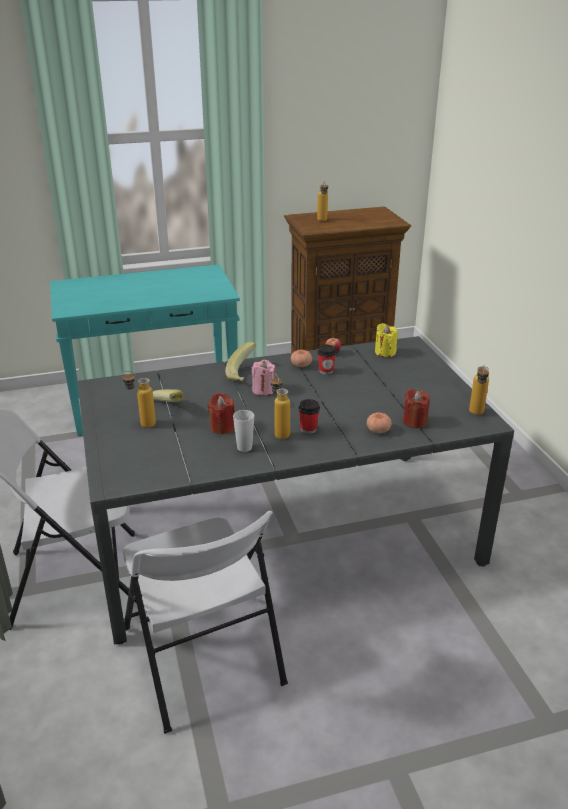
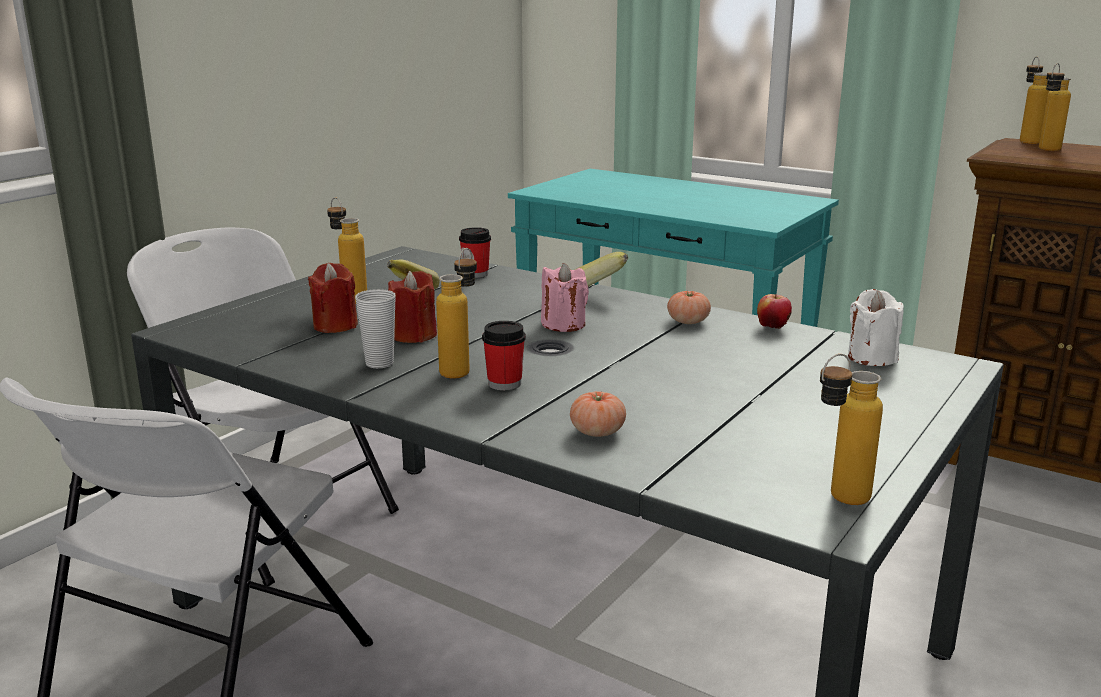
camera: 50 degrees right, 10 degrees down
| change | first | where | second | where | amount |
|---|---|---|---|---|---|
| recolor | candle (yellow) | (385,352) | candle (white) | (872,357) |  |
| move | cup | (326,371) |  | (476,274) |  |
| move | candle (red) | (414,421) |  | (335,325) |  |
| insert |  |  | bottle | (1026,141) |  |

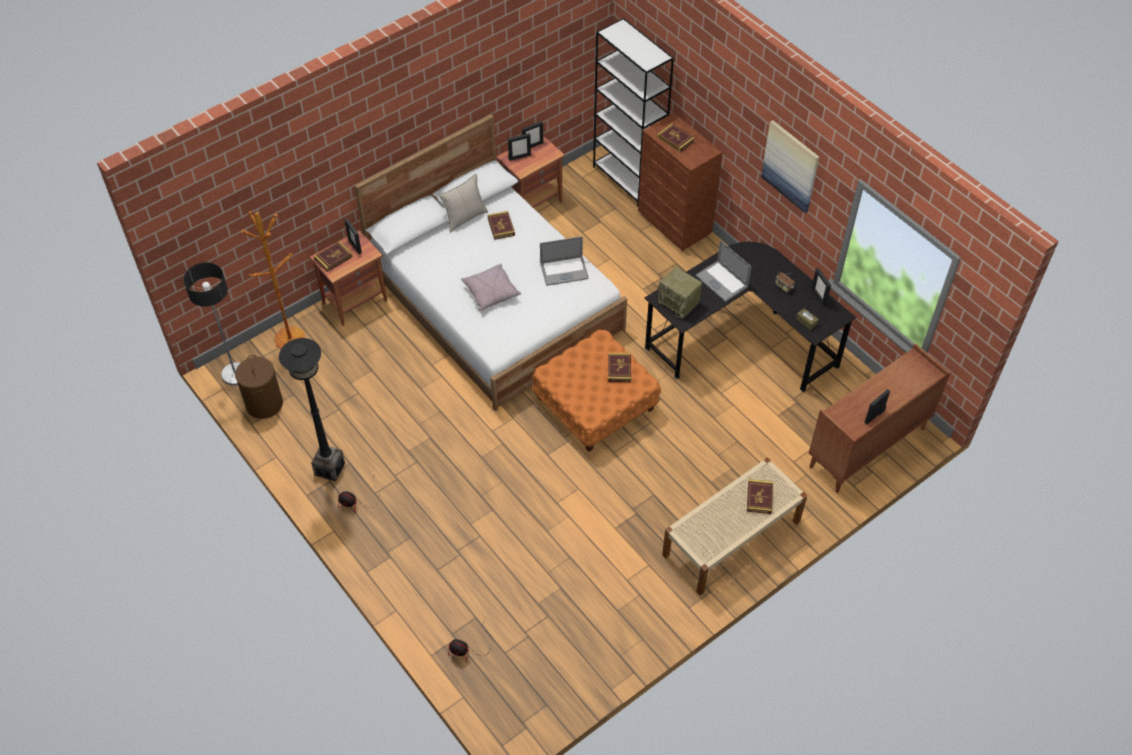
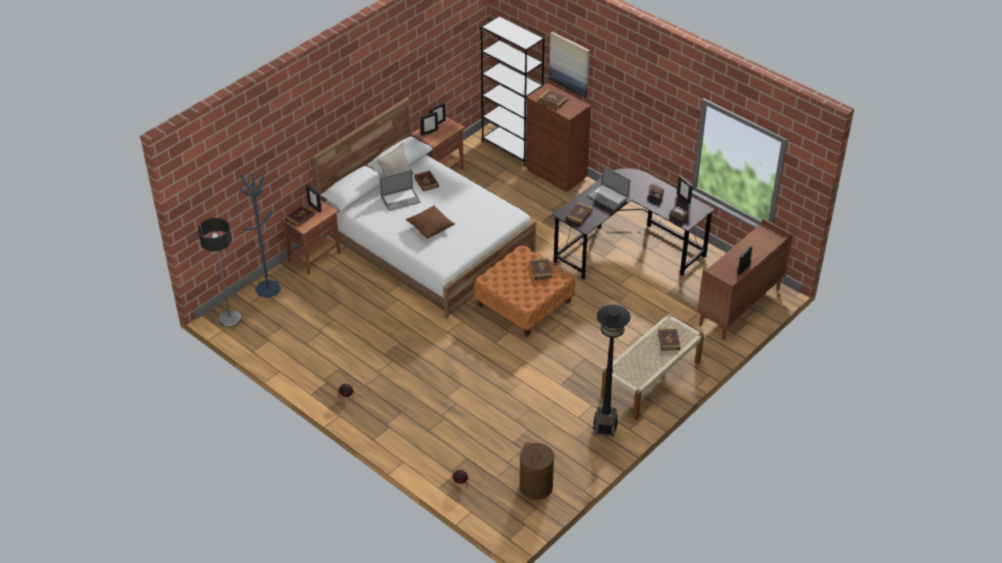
camera: 10 degrees left, 10 degrees down
| change | first | where | second | where | amount |
|---|---|---|---|---|---|
| move | picture | (790,166) |  | (570,64) |  |
| recolor | clothes rack (orange) | (290,338) | clothes rack (blue) | (268,288) |  |
| move | laptop | (564,271) |  | (400,199) |  |
| recolor | pillow (purple) | (490,292) | pillow (brown) | (430,227) |  |
| replace | radio | (679,302) | book | (579,215) |  |
| move | floor lamp (black) | (330,469) |  | (605,428) |  |
| move | laundry basket (brown) | (264,404) |  | (536,487) |  |

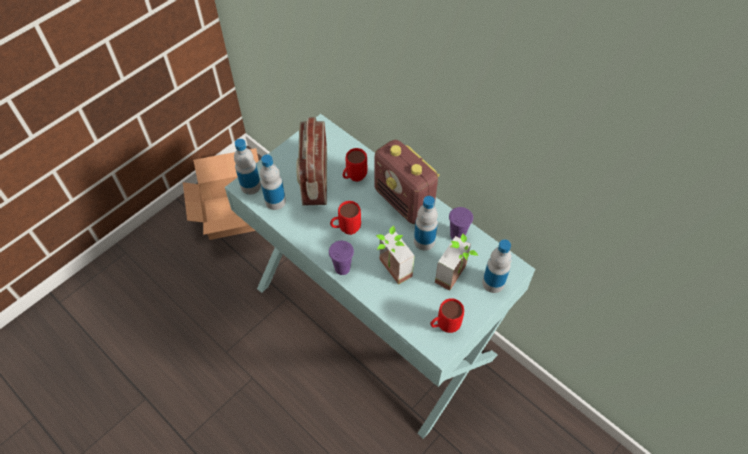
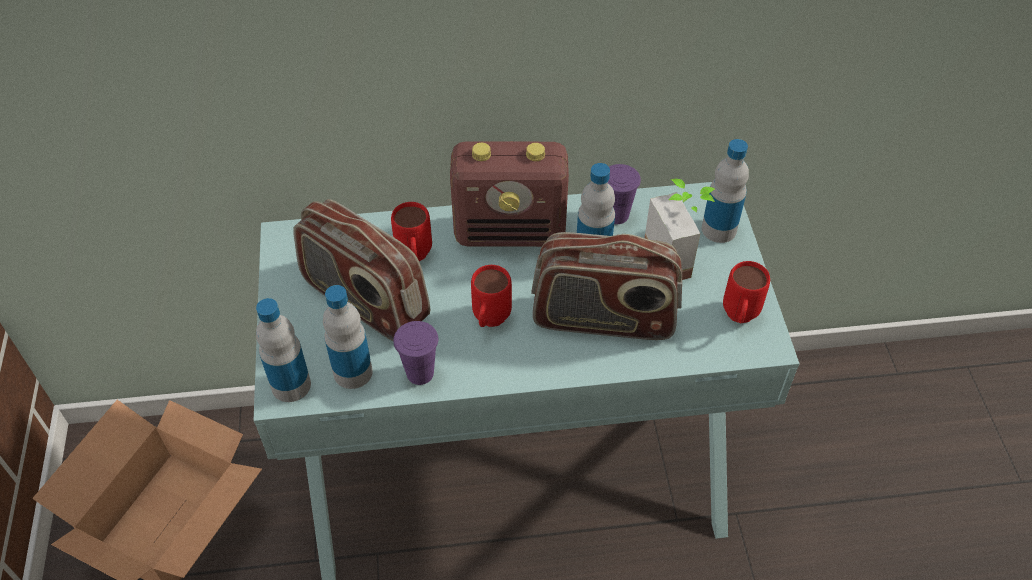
camera: 50 degrees left, 5 degrees down
| change | first | where | second | where | amount |
|---|---|---|---|---|---|
| replace | potted plant | (389,271) | radio | (603,318) |  |
| move | cup (purple) | (342,268) |  | (420,373) |  |

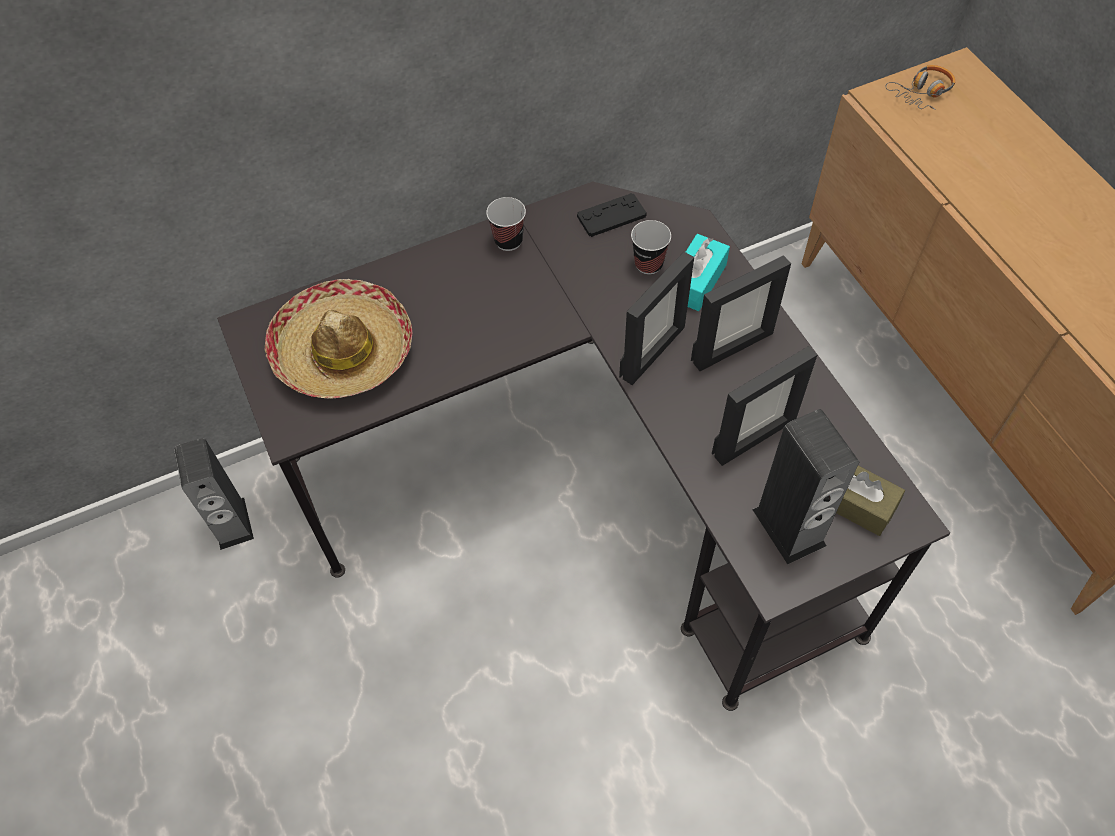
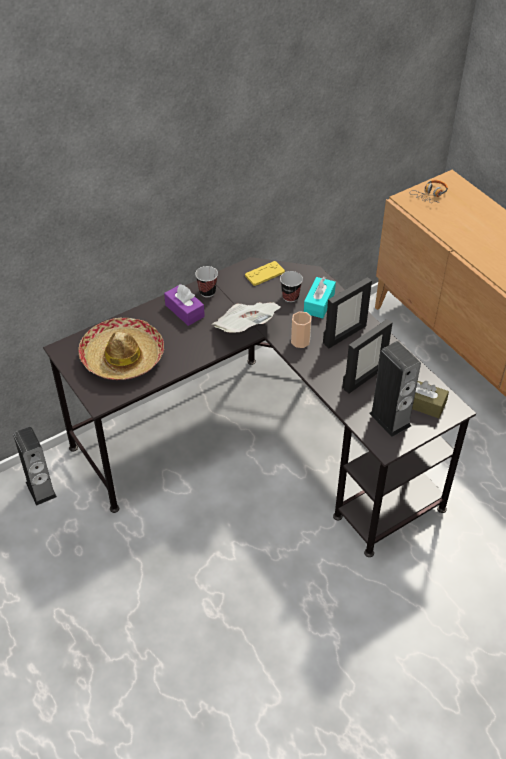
camera: 10 degrees left, 10 degrees down
| change | first | where | second | where | amount |
|---|---|---|---|---|---|
| recolor | game controller (black) | (611,216) | game controller (yellow) | (264,274) |  |
| replace | picture frame | (652,352) | cup | (300,341) |  |
| insert |  |  | tissue box (purple) | (184,311) |  |
| insert |  |  | newspaper | (245,328) |  |

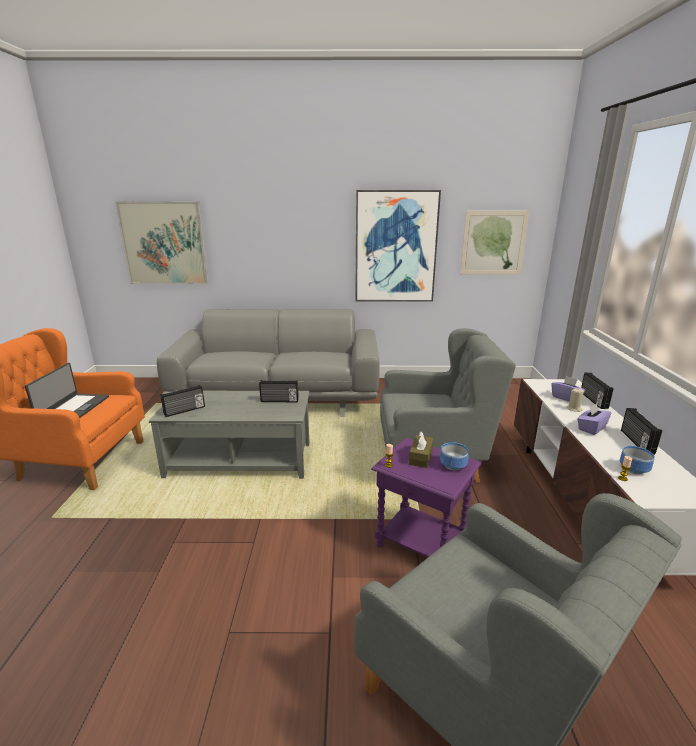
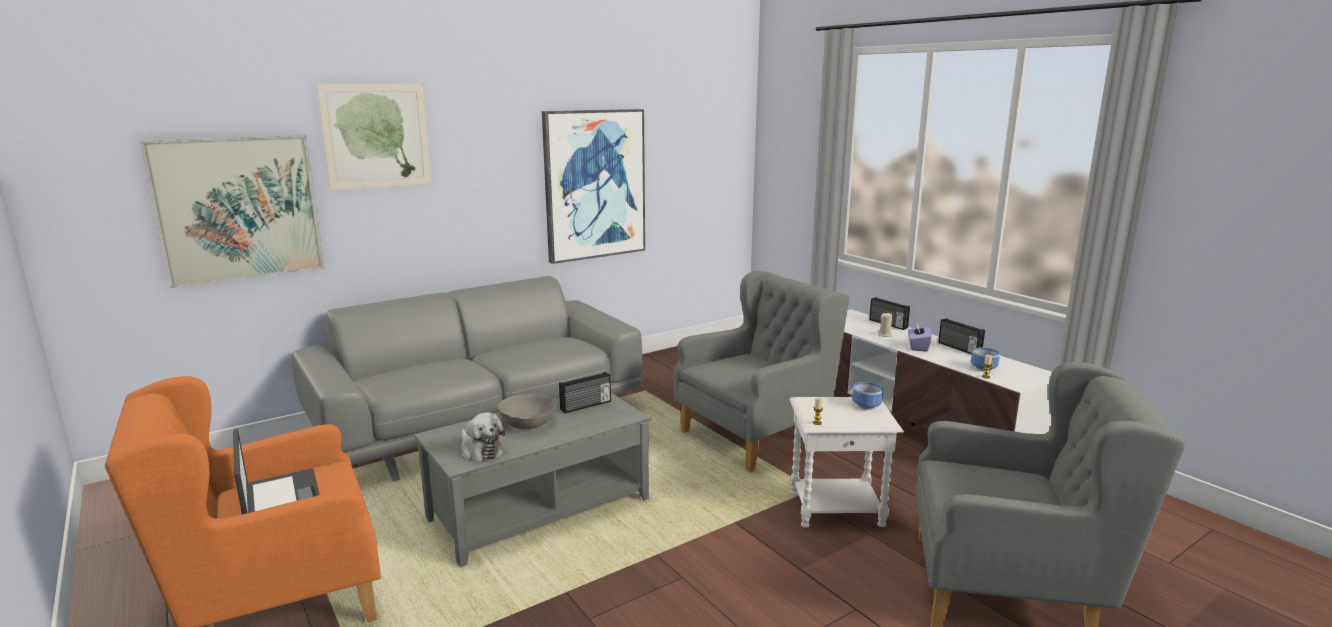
camera: 35 degrees left, 5 degrees down
| change | first | where | second | where | amount |
|---|---|---|---|---|---|
| move | picture | (493,243) |  | (376,136) |  |
| delete | tissue box (purple) | (566,398) |  |  |  |
| replace | radio | (184,410) | plush toy | (480,451) |  |
| delete | tissue box (brown) | (420,457) |  |  |  |
| recolor | side table (purple) | (421,541) | side table (white) | (836,507) |  |
| insert |  |  | bowl (grey) | (528,422) |  |

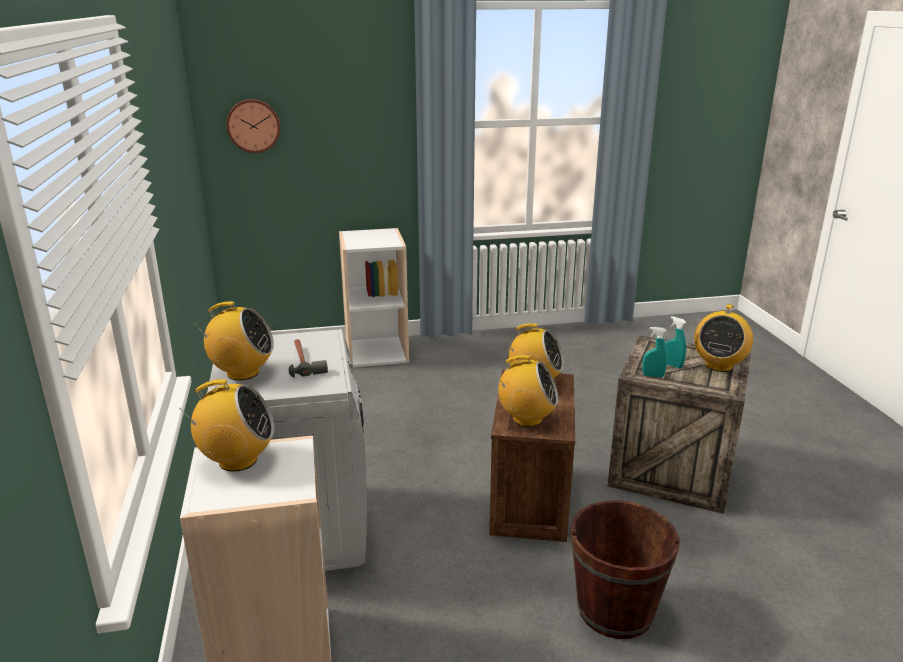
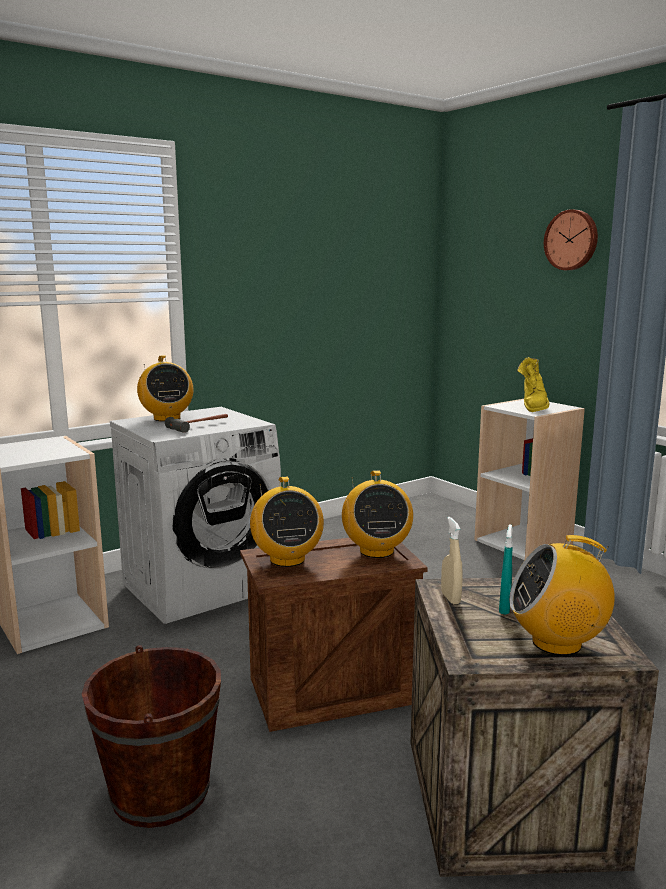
camera: 65 degrees right, 10 degrees down
| change | first | where | second | where | amount |
|---|---|---|---|---|---|
| move | wall clock | (253,125) |  | (572,240) |  |
| recolor | spray bottle (turquoise) | (653,376) | spray bottle (beige) | (450,598) |  |
| delete | radio | (237,460) |  |  |  |
| insert |  |  | boot (yellow) | (533,407) |  |

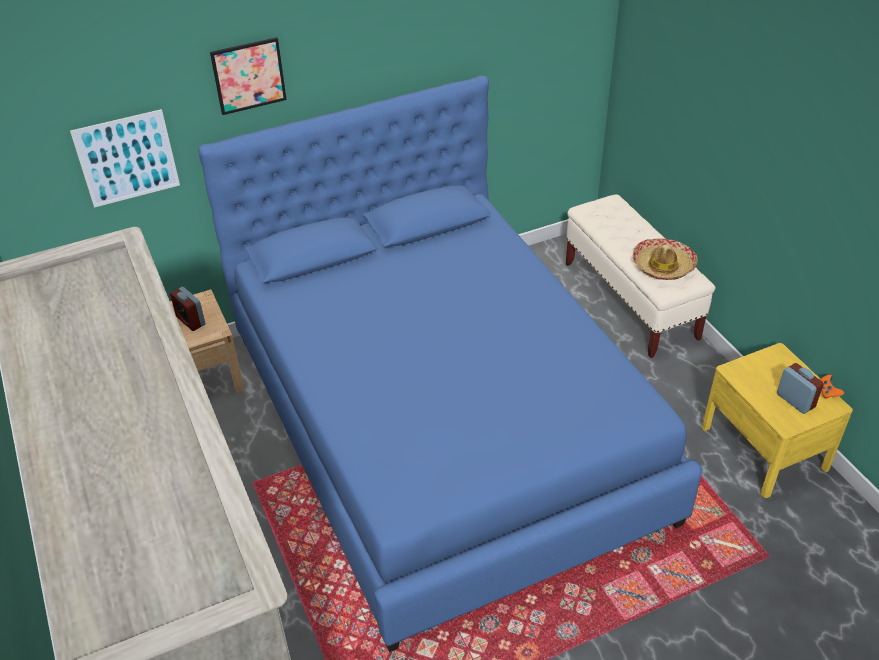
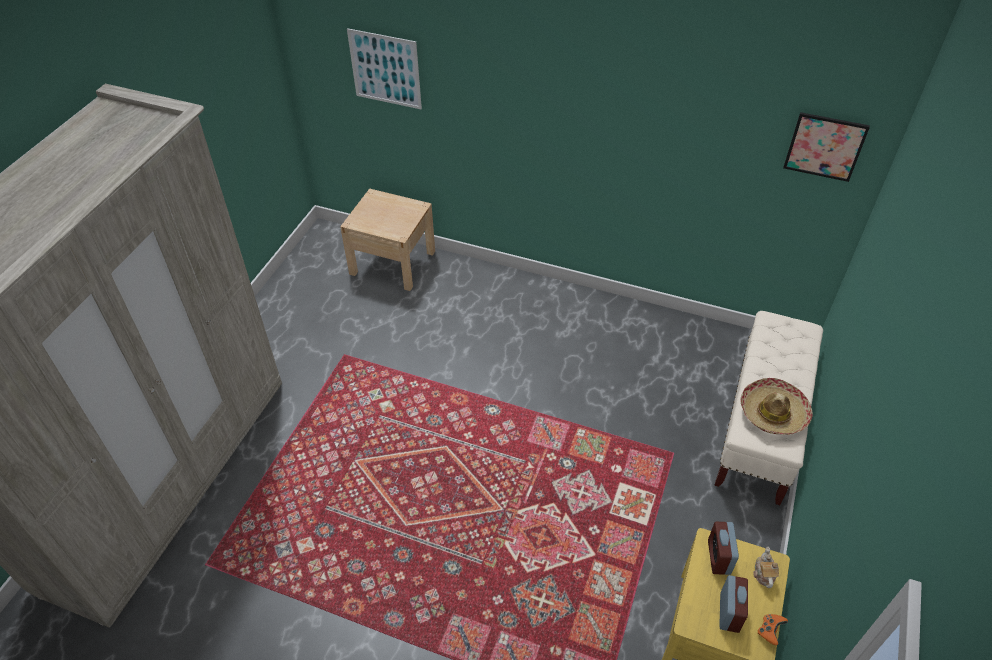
camera: 45 degrees right, 5 degrees up
| change | first | where | second | where | amount |
|---|---|---|---|---|---|
| move | picture | (248,75) |  | (825,146) |  |
| delete | bed (blue) | (441,423) |  |  |  |
| move | alarm clock | (190,321) |  | (719,557) |  |
| insert |  |  | teapot | (763,573) |  |

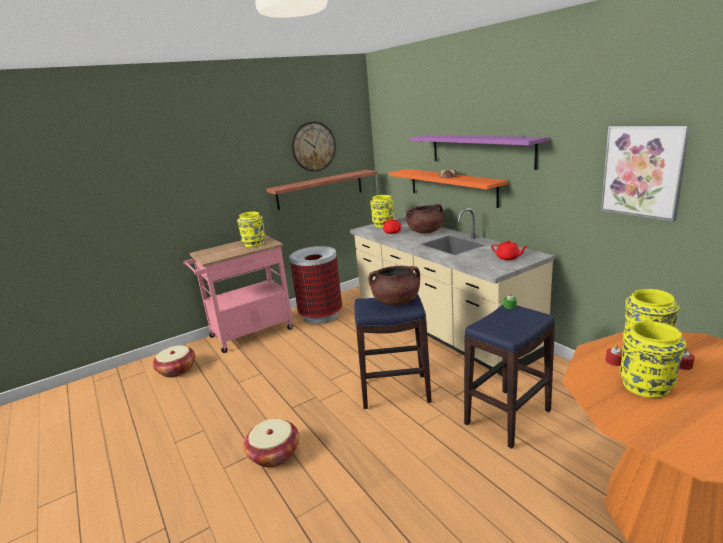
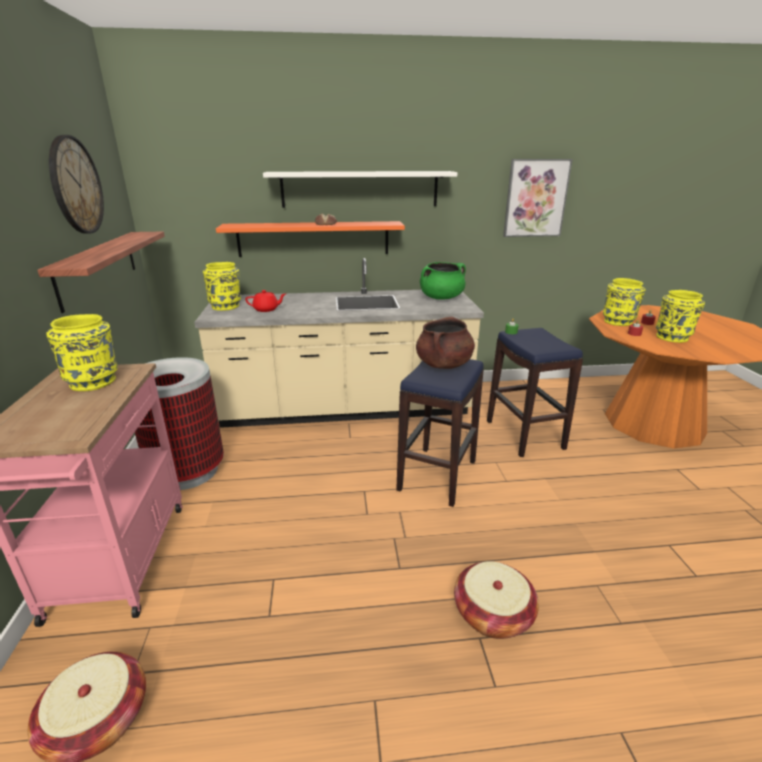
camera: 65 degrees left, 5 degrees up
| change | first | where | second | where | amount |
|---|---|---|---|---|---|
| recolor | shelf (purple) | (480,150) | shelf (white) | (360,189) |  |
| delete | cooking pot (brown) | (425,232) |  |  |  |
| replace | teapot (red) | (508,258) | cooking pot (green) | (441,298) |  |

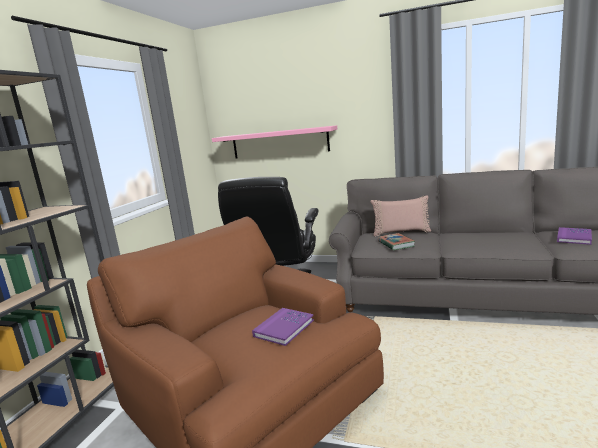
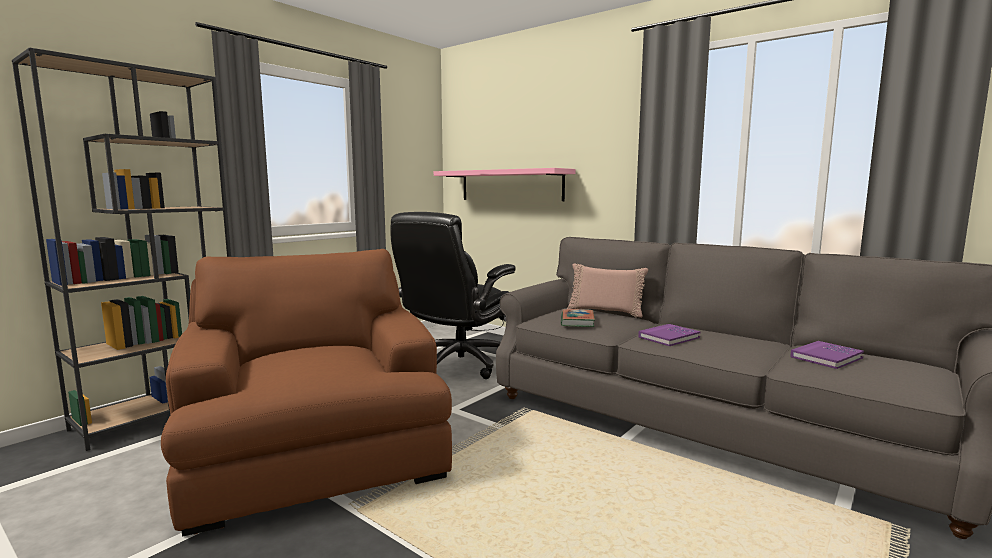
camera: 20 degrees right, 5 degrees down
| change | first | where | second | where | amount |
|---|---|---|---|---|---|
| move | book (purple) | (284,328) |  | (669,337) |  |

